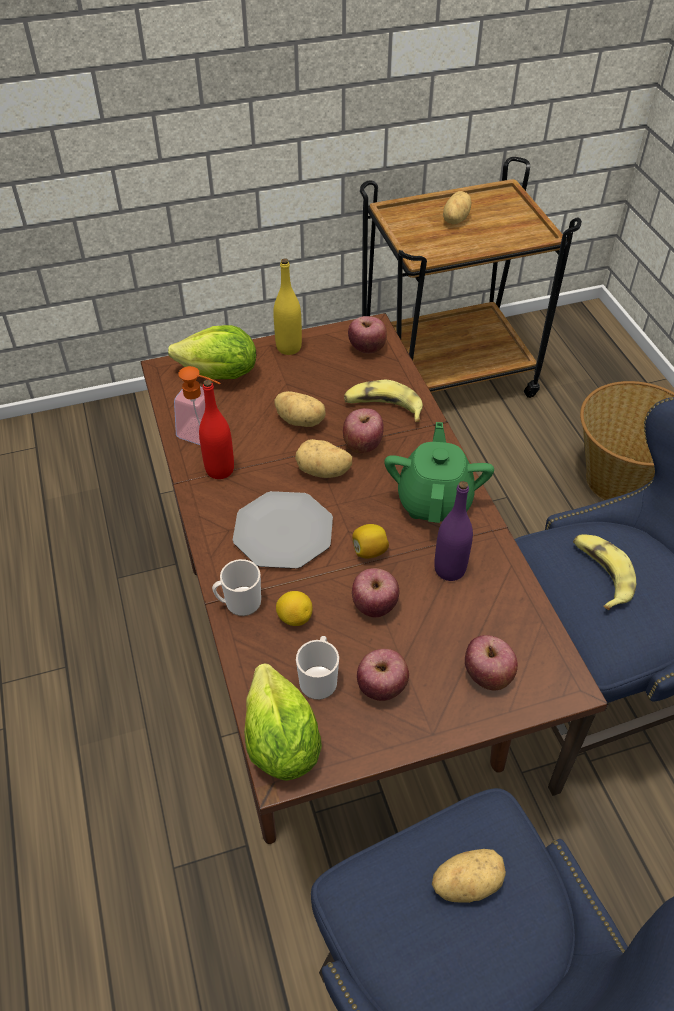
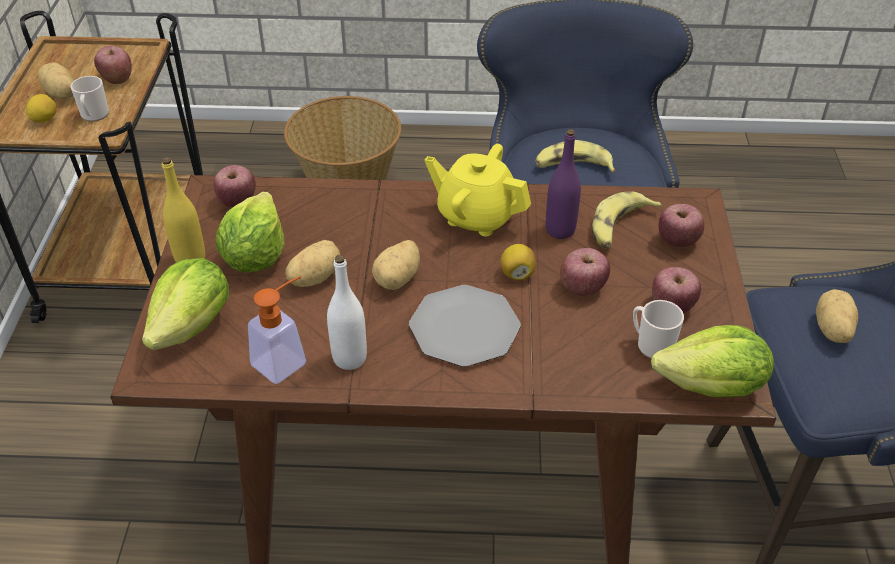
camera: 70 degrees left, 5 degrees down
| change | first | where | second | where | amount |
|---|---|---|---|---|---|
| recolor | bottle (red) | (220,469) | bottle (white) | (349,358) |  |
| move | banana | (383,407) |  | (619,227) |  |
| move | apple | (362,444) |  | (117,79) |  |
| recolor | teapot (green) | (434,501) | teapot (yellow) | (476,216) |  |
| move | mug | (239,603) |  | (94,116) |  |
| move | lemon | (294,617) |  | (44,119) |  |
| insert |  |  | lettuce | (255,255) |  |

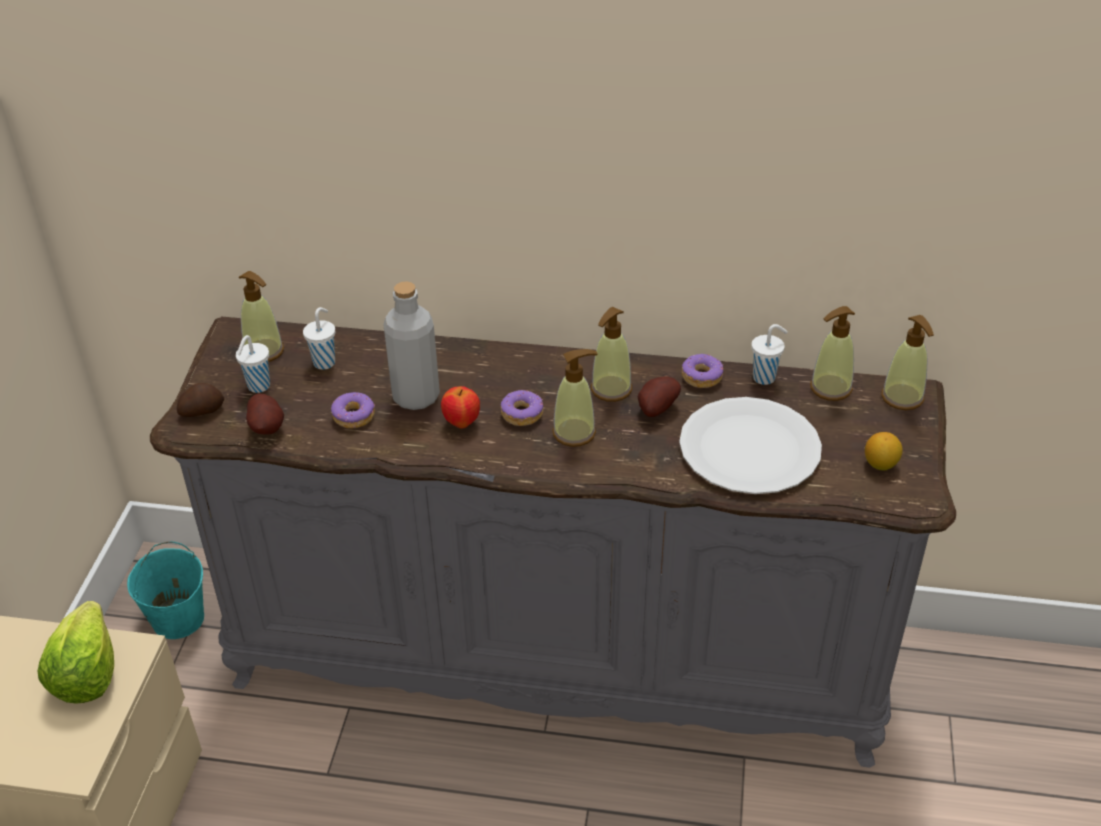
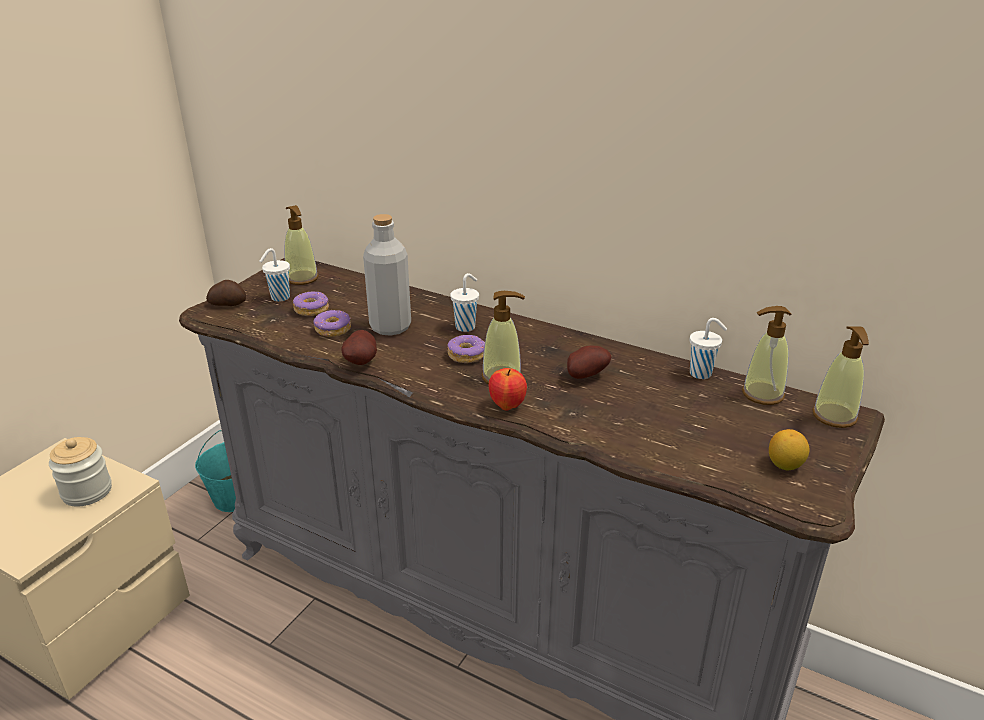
camera: 20 degrees right, 10 degrees down
| change | first | where | second | where | amount |
|---|---|---|---|---|---|
| move | cup (white) | (325,362) |  | (466,327) |  |
| delete | soap dispenser | (611,389) |  |  |  |
| move | donut | (701,377) |  | (311,309) |  |
| move | apple | (461,423) |  | (507,406) |  |
| move | potato | (268,428) |  | (362,362) |  |
| delete | plate (white) | (749,448) |  |  |  |
| replace | lettuce | (87,673) | jar | (87,491) |  |

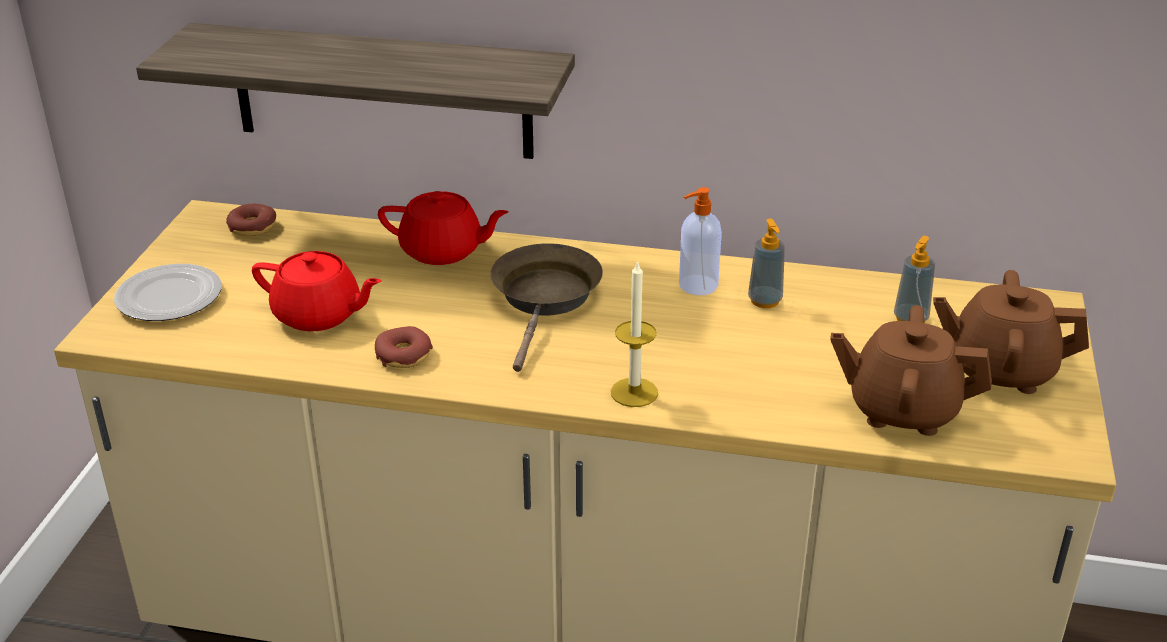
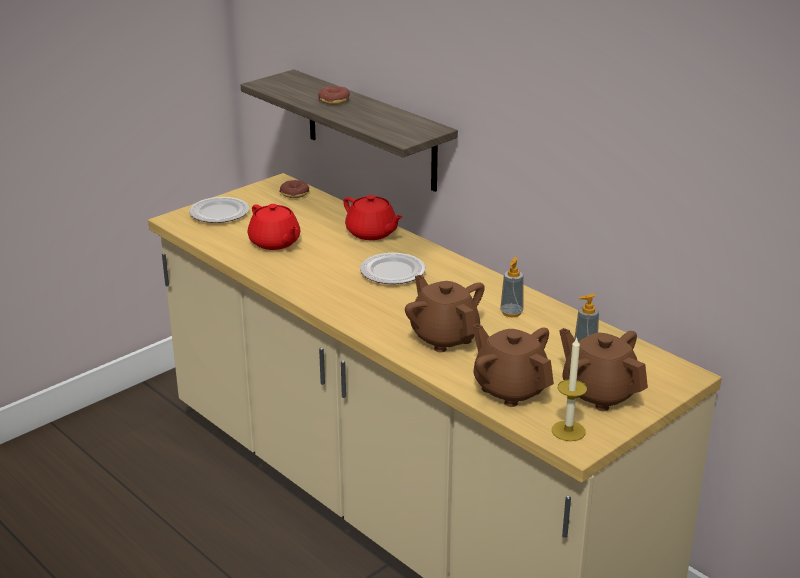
camera: 35 degrees right, 5 degrees down
| change | first | where | second | where | amount |
|---|---|---|---|---|---|
| delete | soap dispenser | (697,286) |  |  |  |
| replace | frying pan (brown) | (545,299) | plate | (393,272) |  |
| move | candle | (634,392) |  | (568,431) |  |
| move | donut | (404,355) |  | (334,100) |  |
| insert |  |  | teapot (brown) | (444,337) |  |

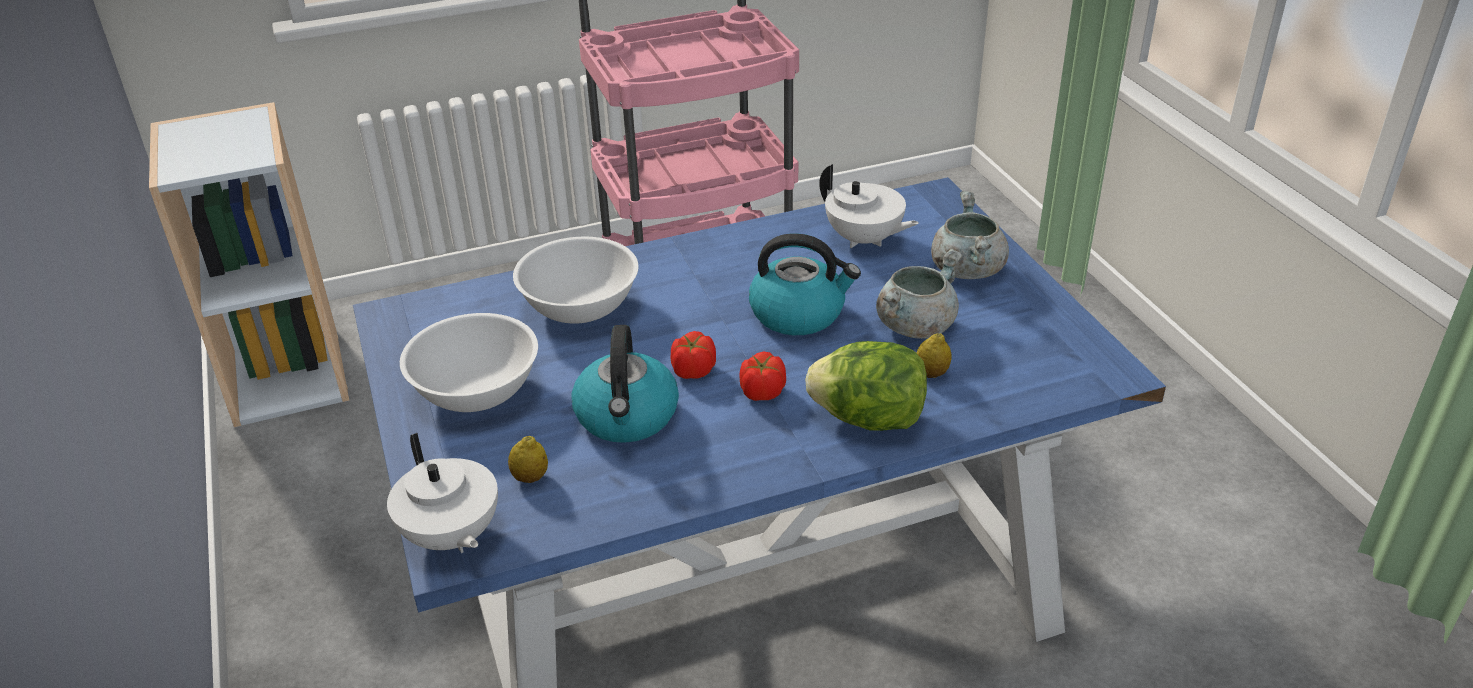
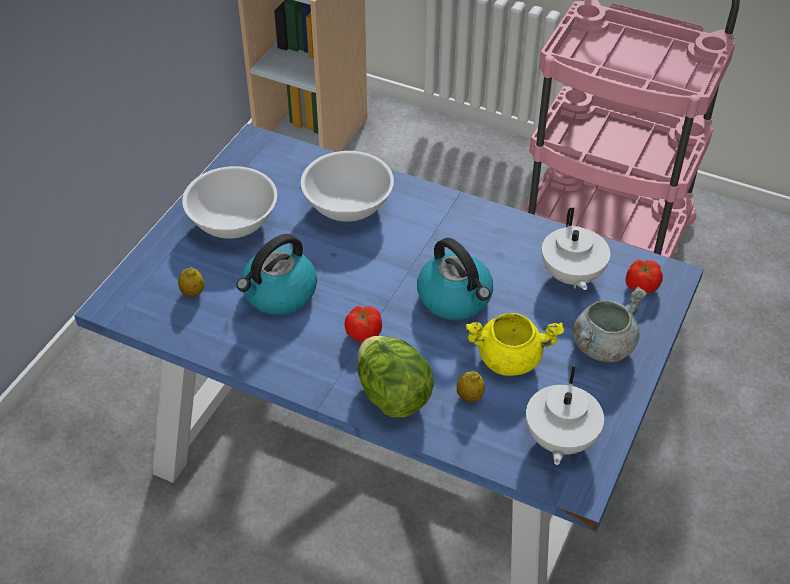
camera: 45 degrees right, 10 degrees up
| change | first | where | second | where | amount |
|---|---|---|---|---|---|
| recolor | cooking pot (grey) | (915,325) | cooking pot (yellow) | (510,358) |  |
| move | tomato | (693,370) |  | (641,286) |  |
| move | teapot (white) | (451,537) |  | (559,440) |  |

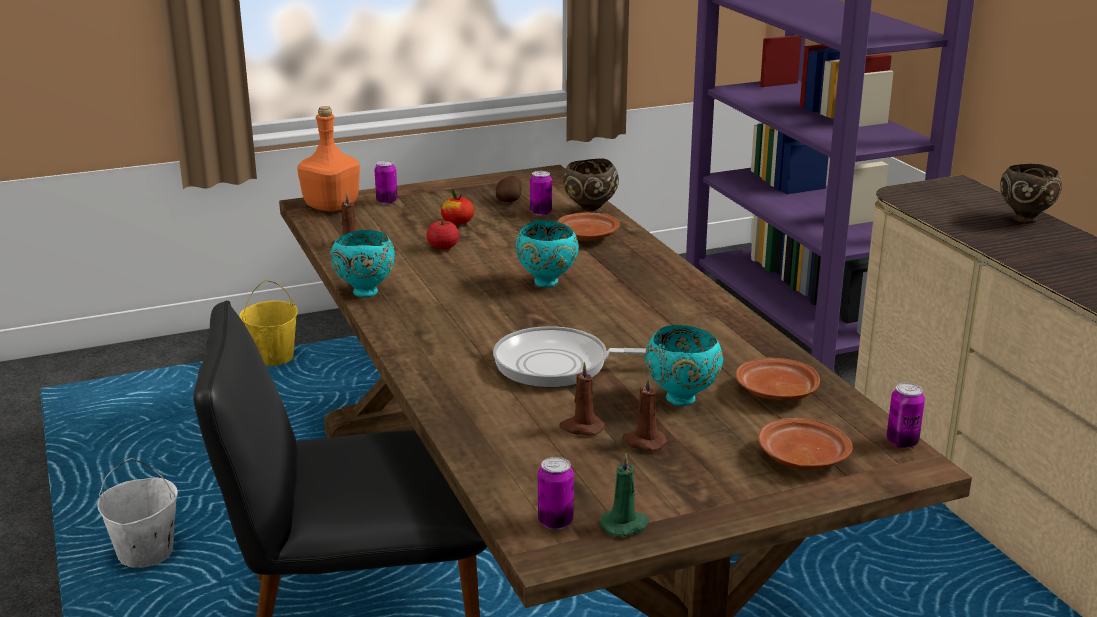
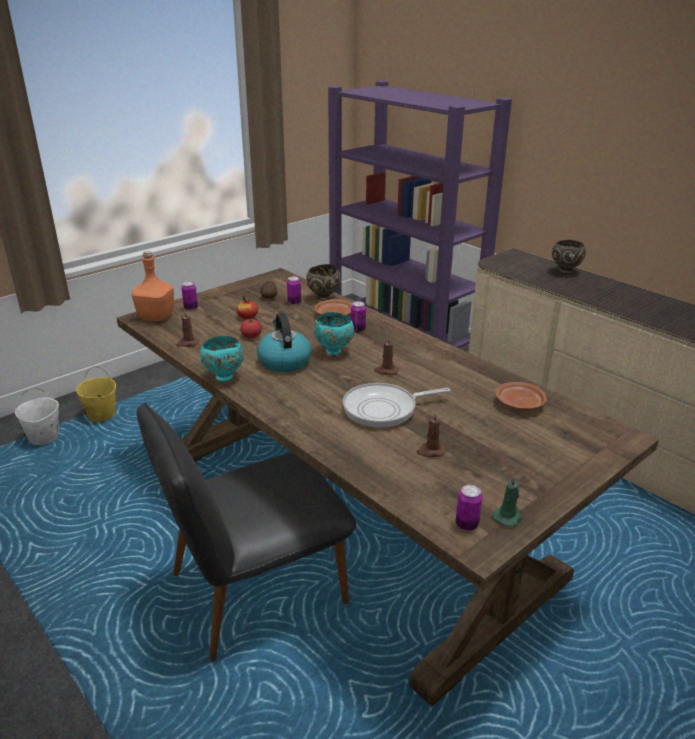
camera: 20 degrees left, 5 degrees up
| change | first | where | second | where | amount |
|---|---|---|---|---|---|
| delete | bowl (turquoise) | (683,399) |  |  |  |
| move | candle (brown) | (643,442) |  | (386,371) |  |
| move | can | (902,442) |  | (358,329) |  |
| delete | plate (brown) | (801,457) |  |  |  |
| move | bucket (white) | (145,555) |  | (44,438) |  |
| insert |  |  | kettle | (284,361) |  |

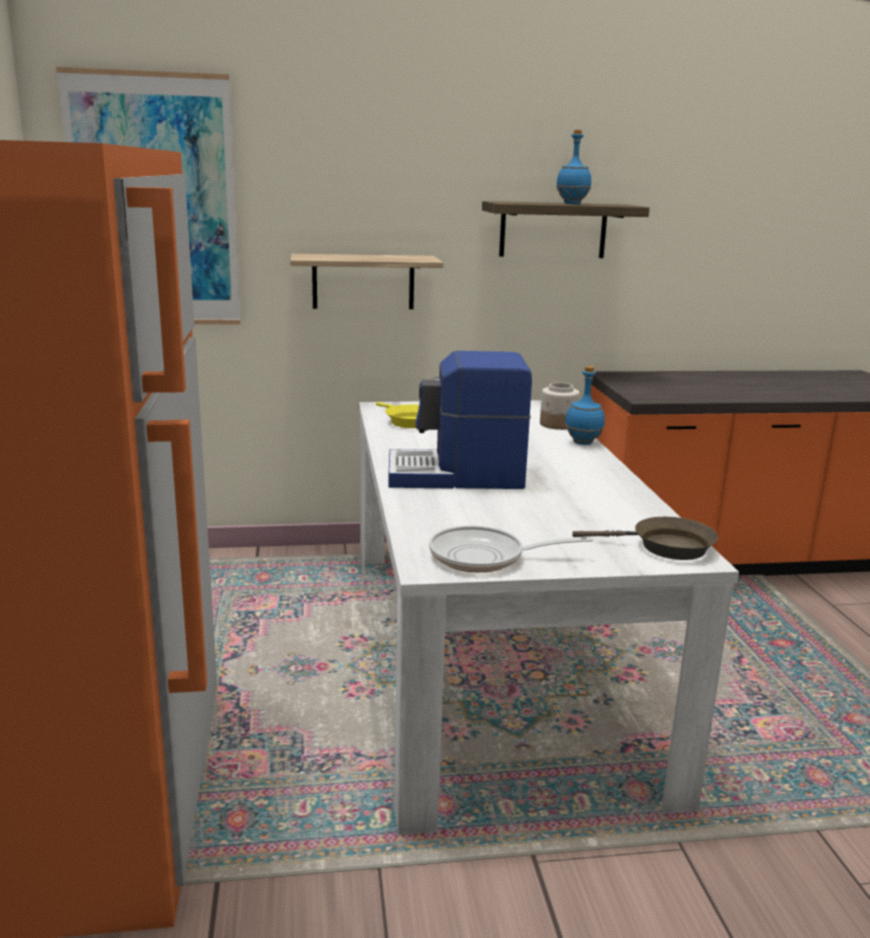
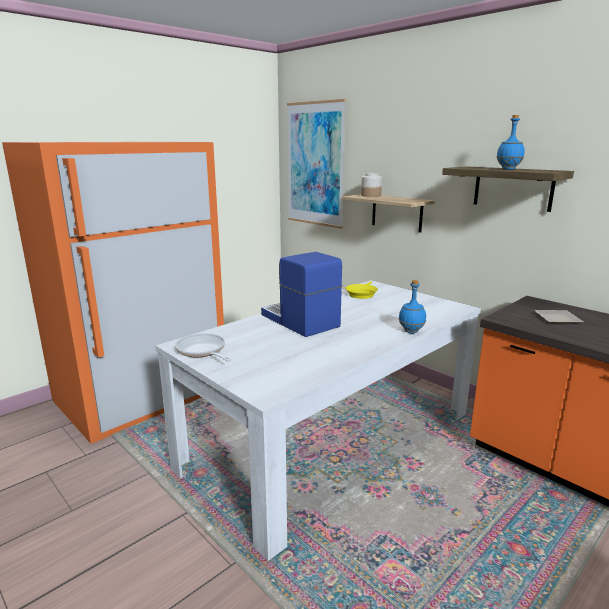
camera: 55 degrees right, 0 degrees up
| change | first | where | second | where | amount |
|---|---|---|---|---|---|
| move | jar | (558,424) |  | (370,195) |  |
| delete | frying pan (brown) | (665,547) |  |  |  |
| insert |  |  | plate | (557,319) |  |

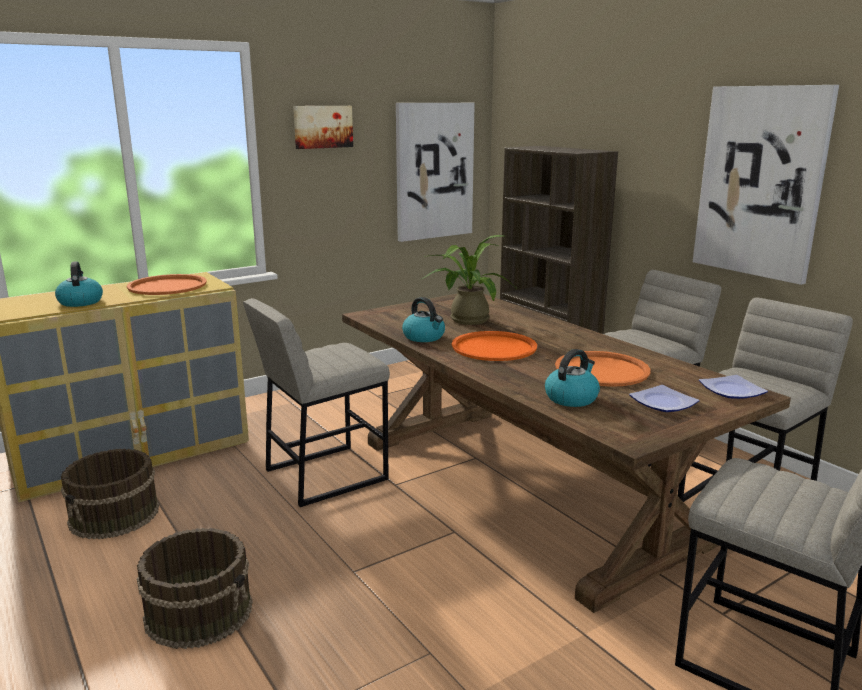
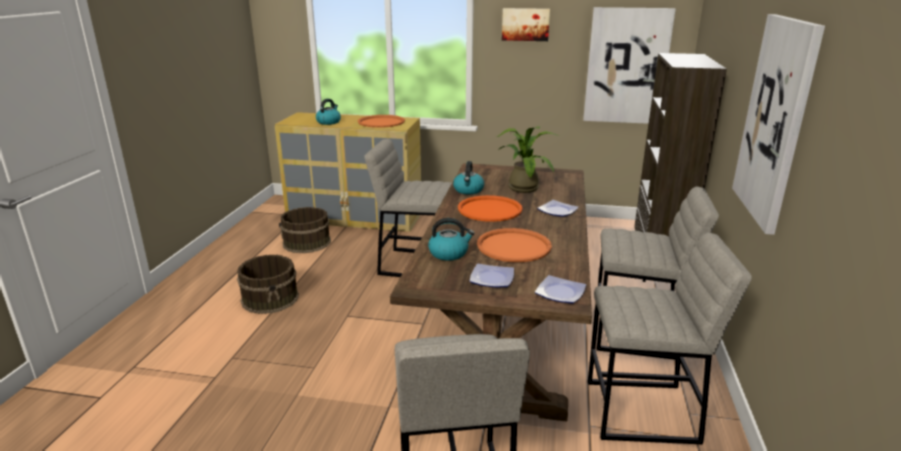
camera: 45 degrees right, 5 degrees up
| change | first | where | second | where | amount |
|---|---|---|---|---|---|
| insert |  |  | plate | (556,211) |  |

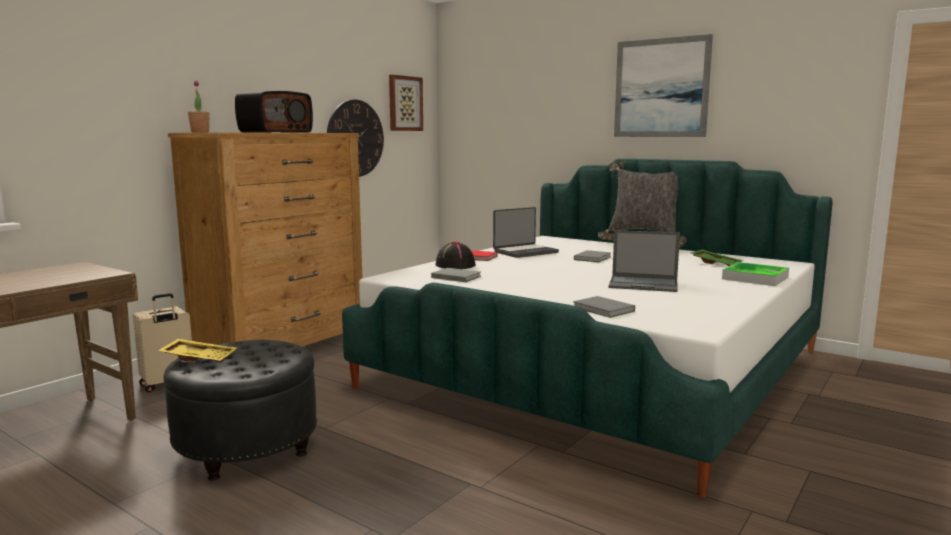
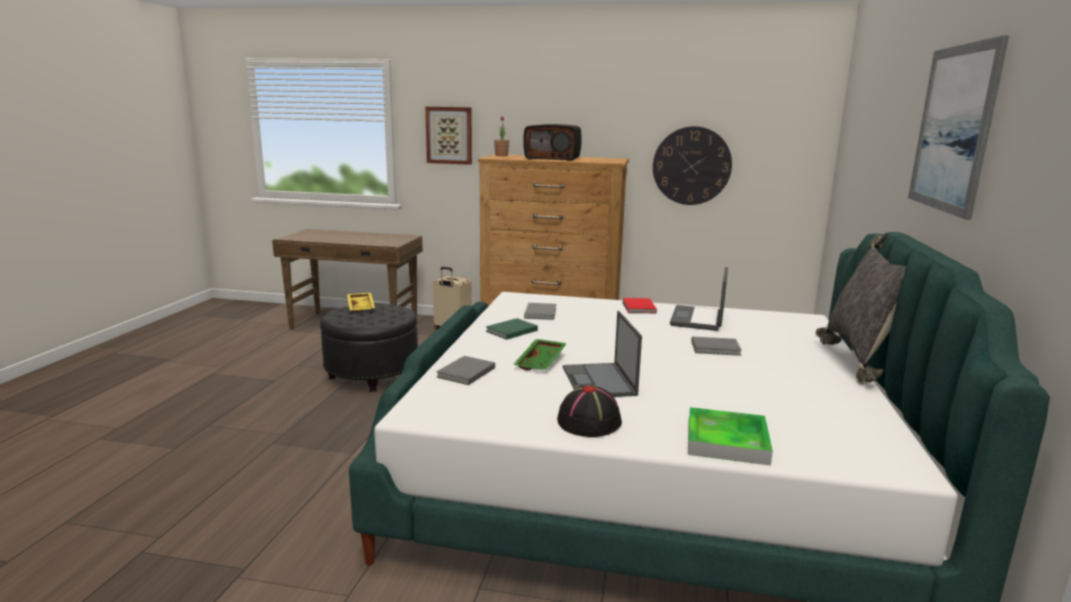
camera: 65 degrees right, 5 degrees up
| change | first | where | second | where | amount |
|---|---|---|---|---|---|
| move | picture | (405,103) |  | (449,135) |  |
| rotate | laptop | (525,252) |  | (698,319) | 75 degrees clockwise |
| move | hat (black) | (455,265) |  | (589,422) |  |
| move | tray (green) | (716,263) |  | (541,362) |  |
| insert |  |  | book (green) | (510,331) |  |

